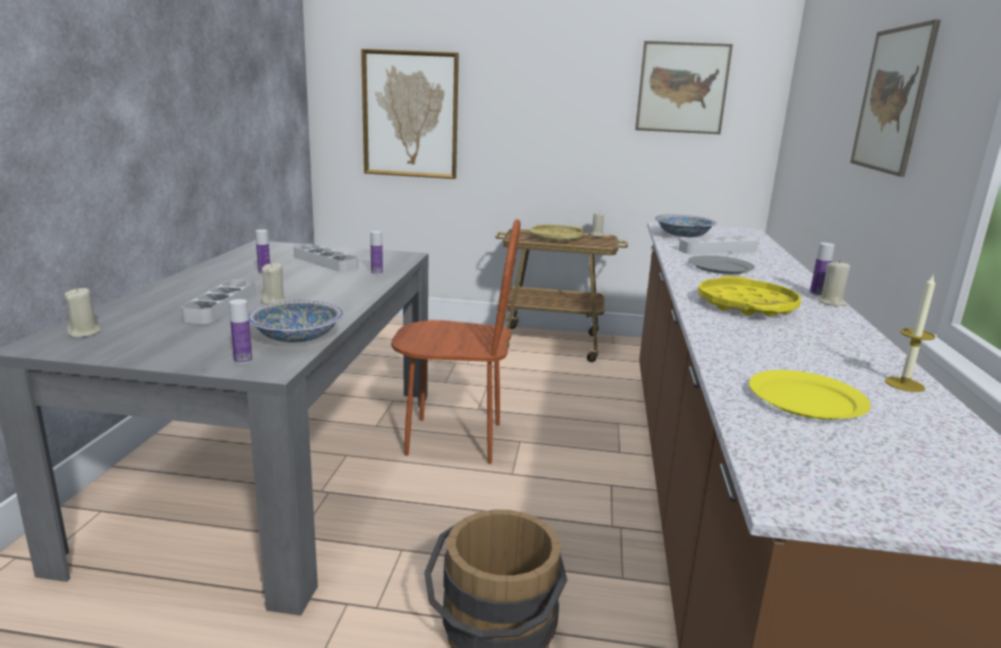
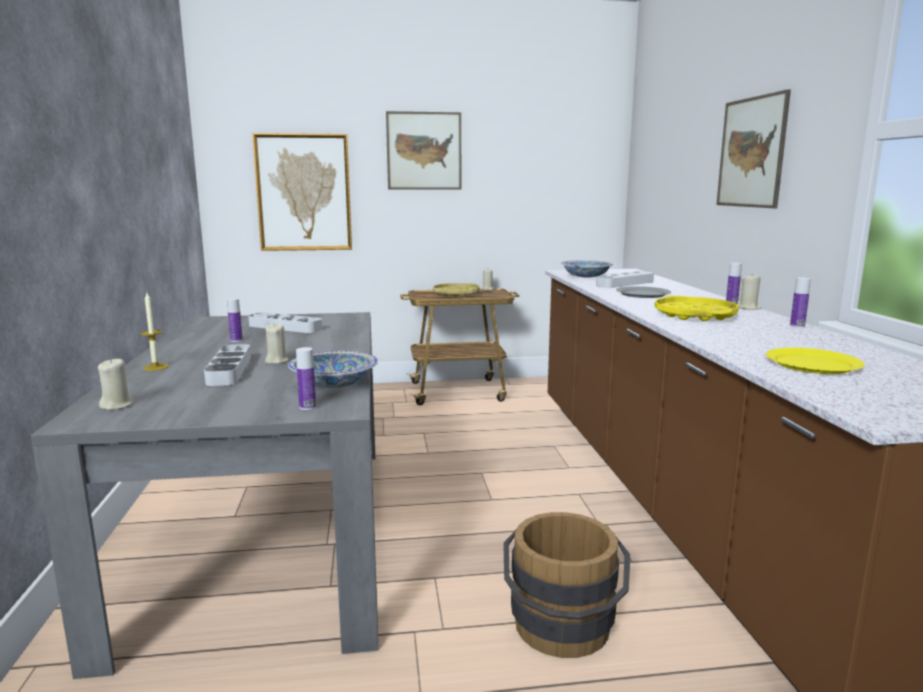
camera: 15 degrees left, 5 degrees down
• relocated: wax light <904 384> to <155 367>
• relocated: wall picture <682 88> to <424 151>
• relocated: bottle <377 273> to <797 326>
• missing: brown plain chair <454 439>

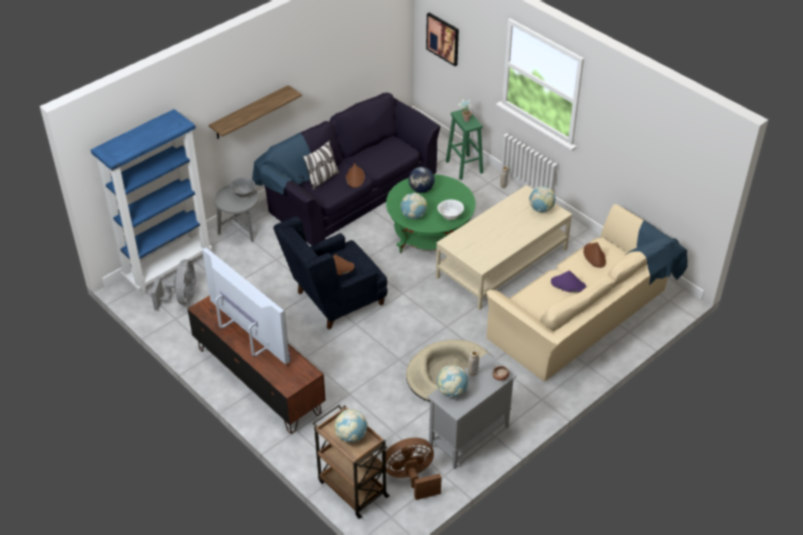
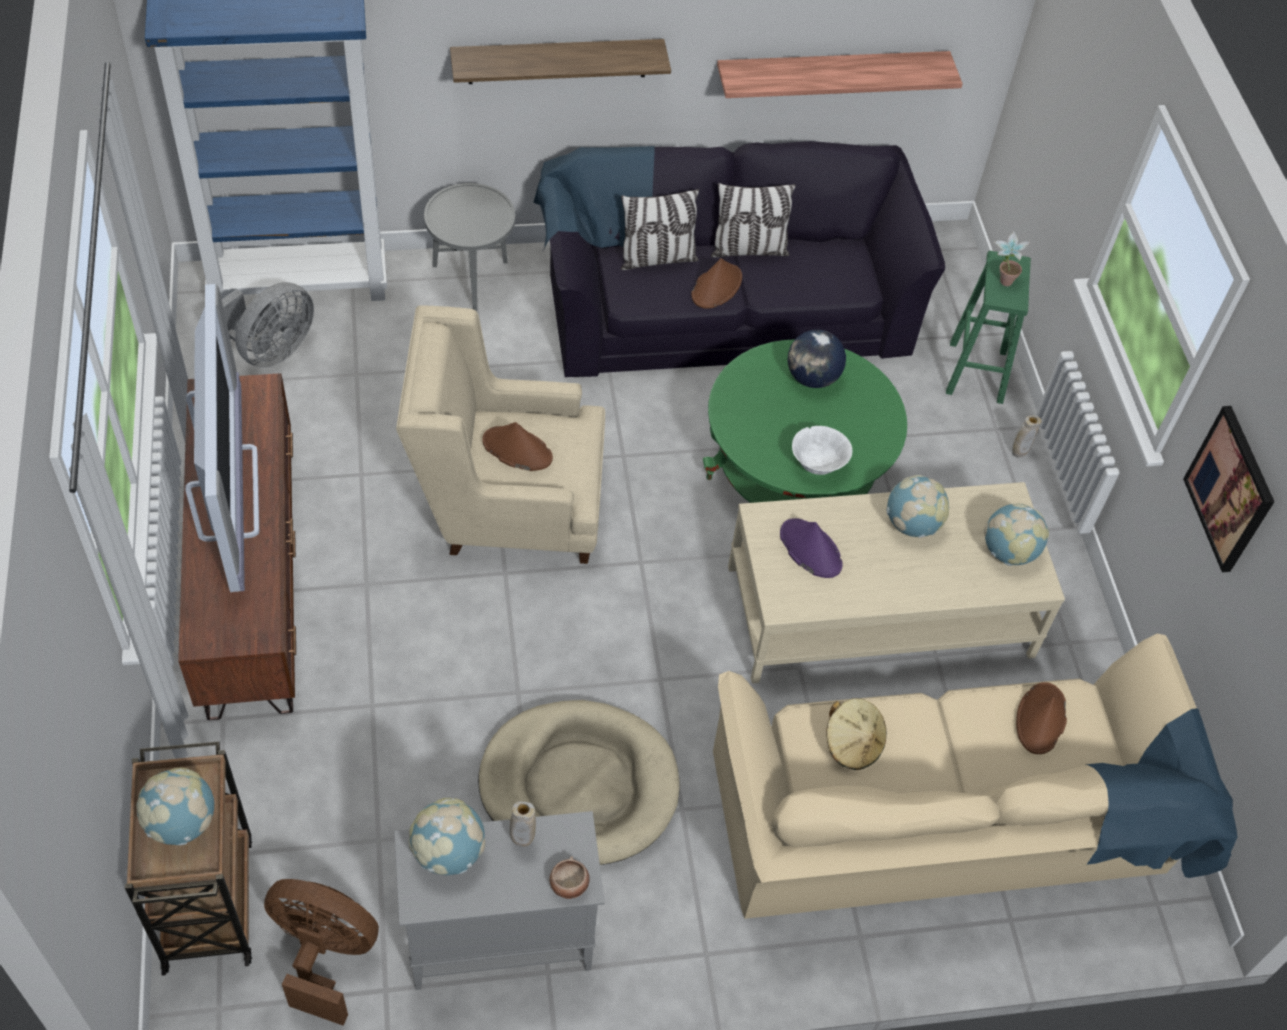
camera: 30 degrees right, 10 degrees up
• colour: blue-coloured easy chair <333 301> to beige easy chair <507 505>
• appeared: pillow <749 250>
• appeared: bracket shelf <831 73>
• relocated: purple-coloured clothing hat <568 284> to <810 549>
• appeared: beige clothing hat <852 744>
• relocated: desk globe <413 216> to <912 524>
• relocated: wall picture <443 38> to <1230 489>
• missing: greyish deep dish <243 194>

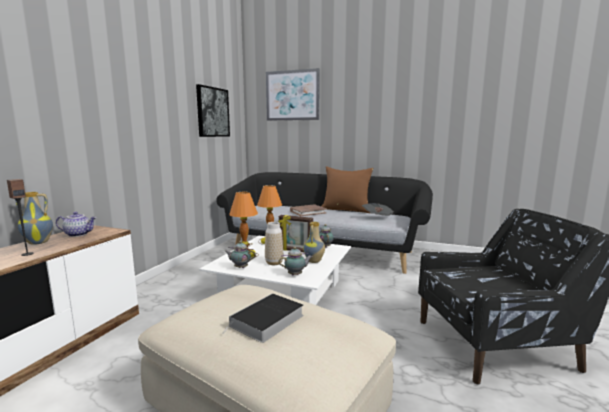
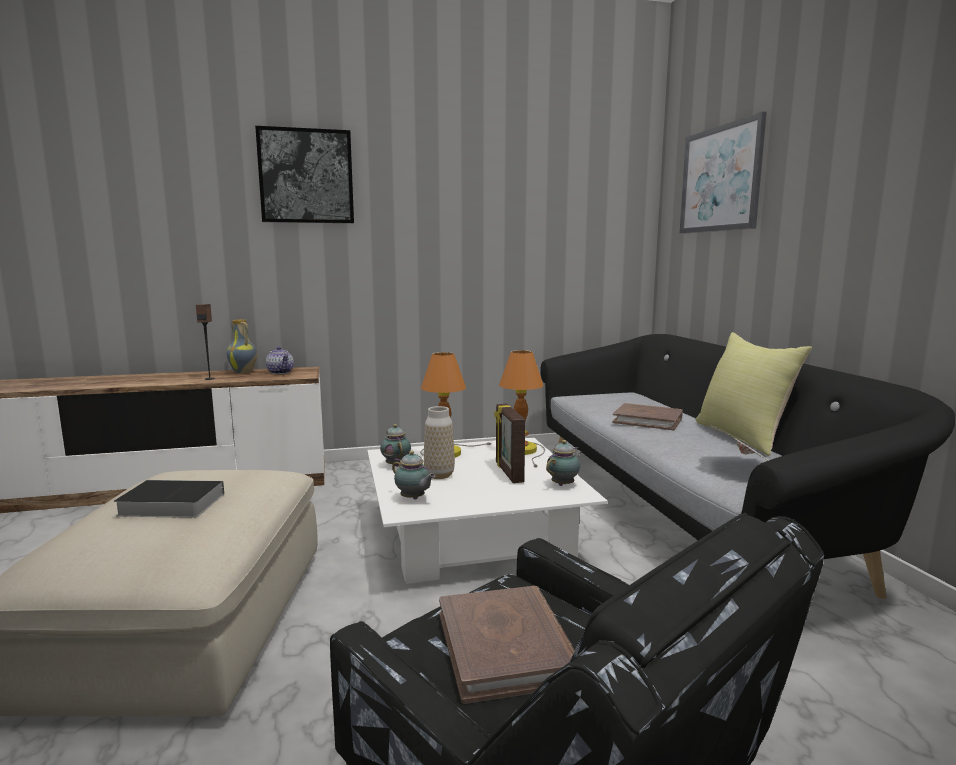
camera: 55 degrees right, 0 degrees up
• relocated: wall picture <212 112> to <306 176>
• appeared: brown bound book <506 647>
• colour: brown pillow <346 210> to yellow-coloured pillow <743 437>
• missing: vase <314 261>

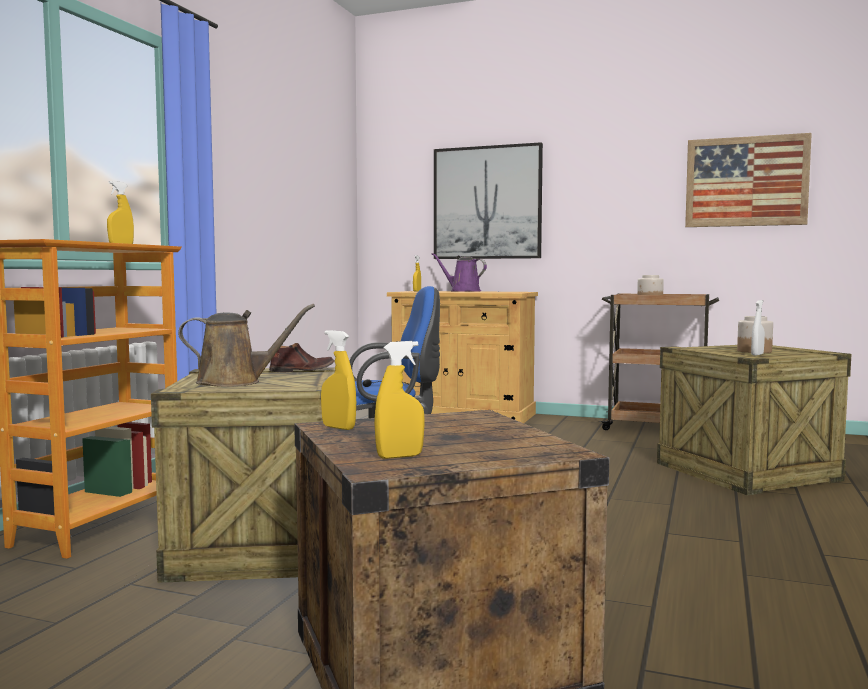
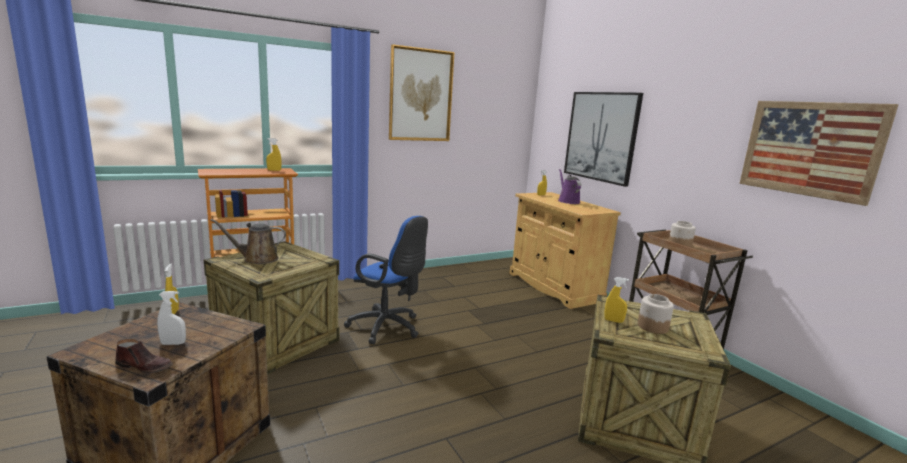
camera: 40 degrees right, 10 degrees up
• relocated: brown item of footwear <302 370> to <145 366>
• relocated: whitish spray bottle <757 354> to <173 343>
• spun: brown watering pot <235 382> = <257 259> 135 degrees clockwise
• appeared: wall picture <420 95>
• relocated: yellow-coloured spray bottle <399 456> to <613 321>

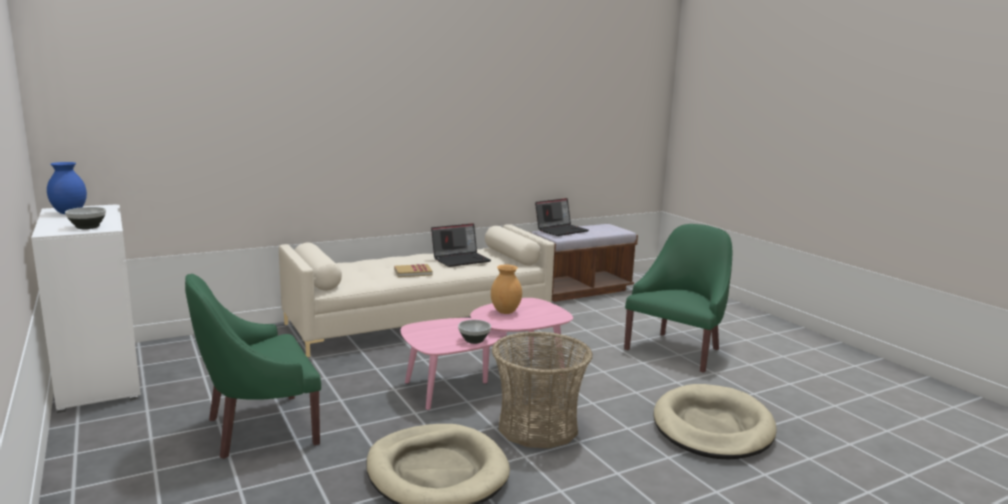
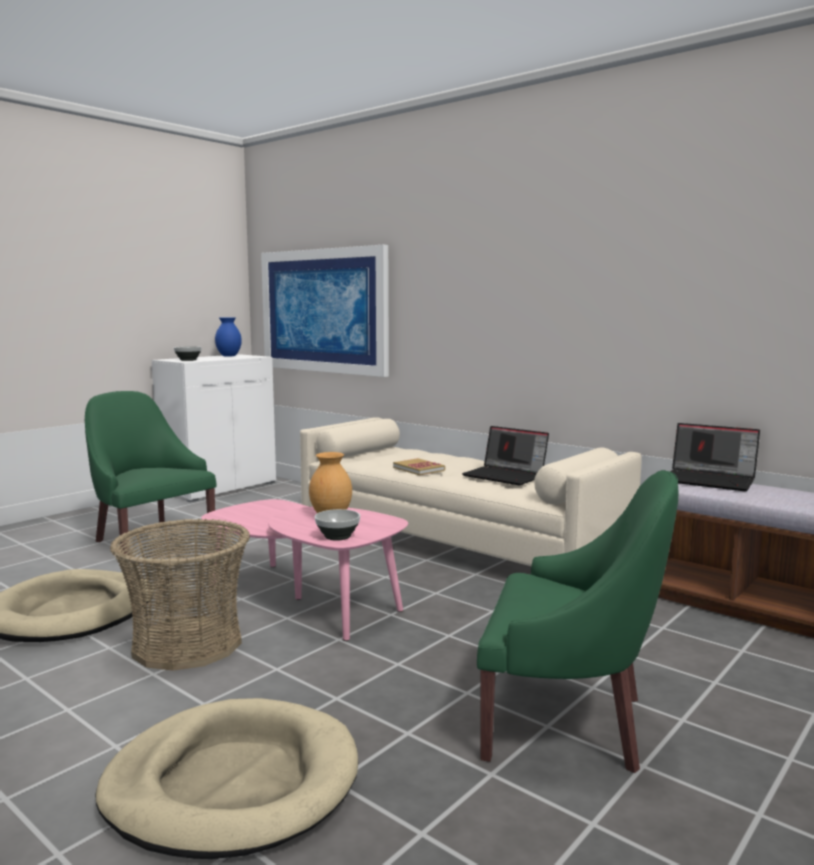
camera: 70 degrees right, 5 degrees down
• appeared: wall picture <323 311>
• relocated: deep dish <474 340> to <337 536>

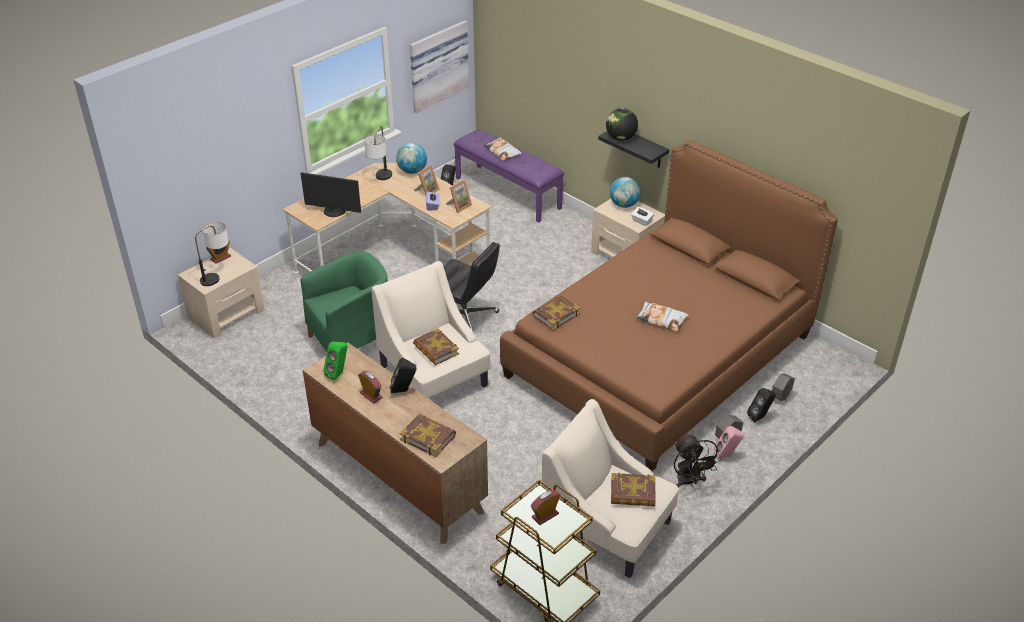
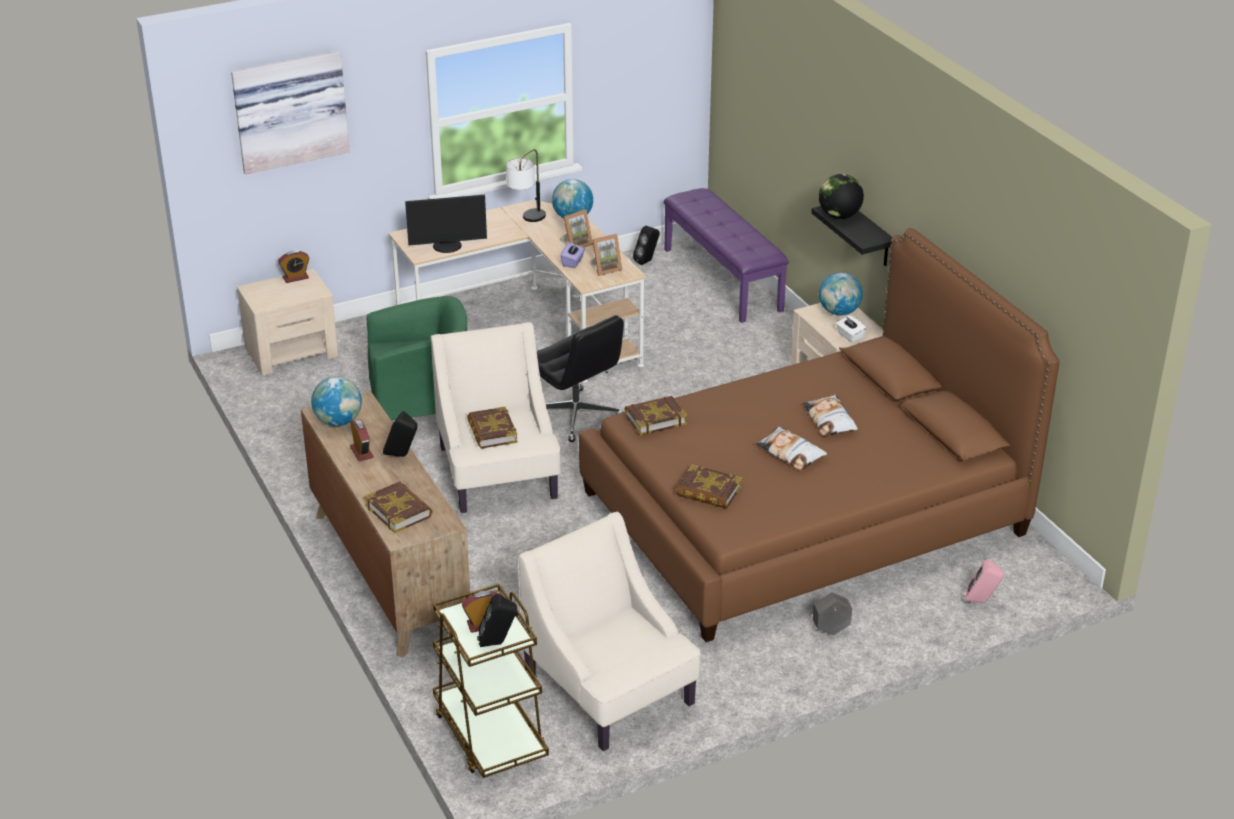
camera: 20 degrees right, 5 degrees down
• relocated: wall picture <437 65> to <289 110>
• exchanged: greenish speaker <338 374> to desk globe <338 421>
• spun: computer screen <334 211> = <447 246> 45 degrees counterclockwise
• relocated: black speaker <760 417> to <498 643>
• relocated: bound book <632 493> to <708 492>
• relocated: pillow <502 152> to <830 420>
• relocated: pink-coloured speaker <726 455> to <981 602>
• missing: tabletop lamp <217 275>
• missing: black cooling fan <689 482>
• missing: greyish flower pot <780 397>

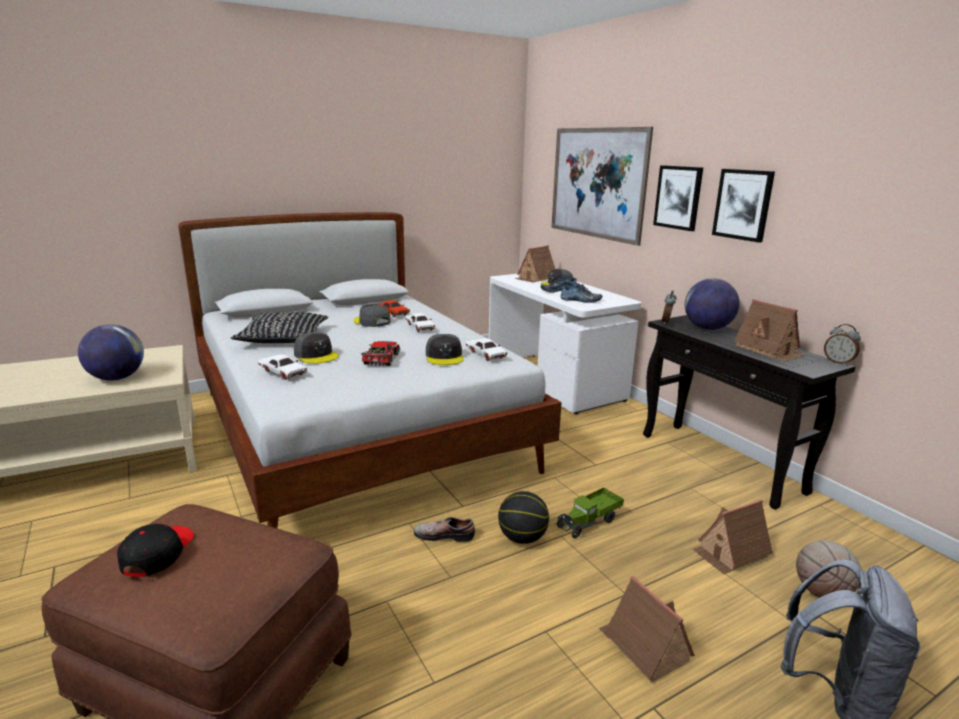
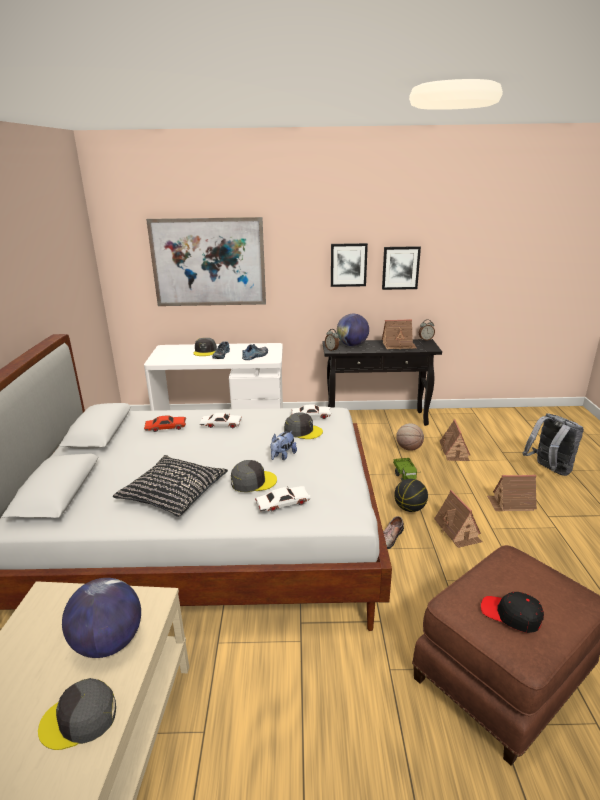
camera: 60 degrees left, 5 degrees up
• relocated: greyish baseball cap <371 321> to <79 719>
• exchanged: model car <380 359> to soft toy <282 456>
• relocated: wall picture <678 197> to <400 268>
• relocated: basketball <822 592> to <409 448>
• relocated: miniature house <535 278> to <458 531>

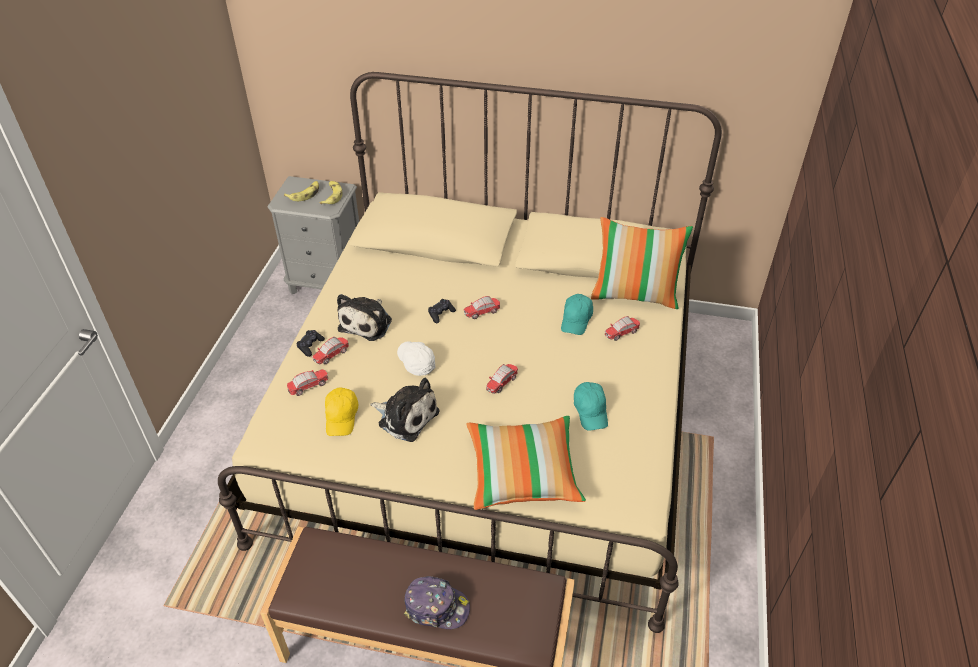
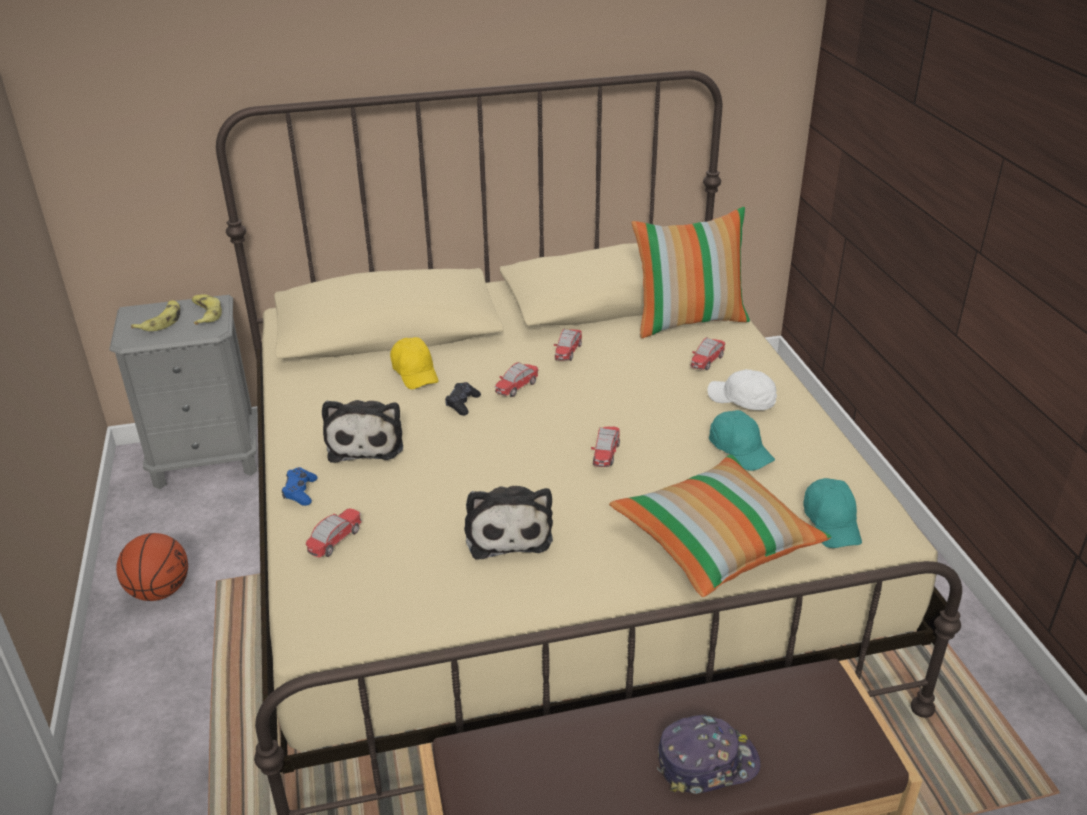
camera: 25 degrees left, 10 degrees down
• appeared: basketball <159 591>
• colour: black joypad <310 346> to blue-coloured joypad <300 492>
• relocated: yellow-coloured baseball cap <342 417> to <415 373>
• spun: soft toy <406 416> = <507 531> 75 degrees clockwise
• relocated: model car <332 355> to <568 352>
• relocated: whitish baseball cap <416 362> to <742 400>
• relocated: blue-green baseball cap <576 320> to <832 523>

